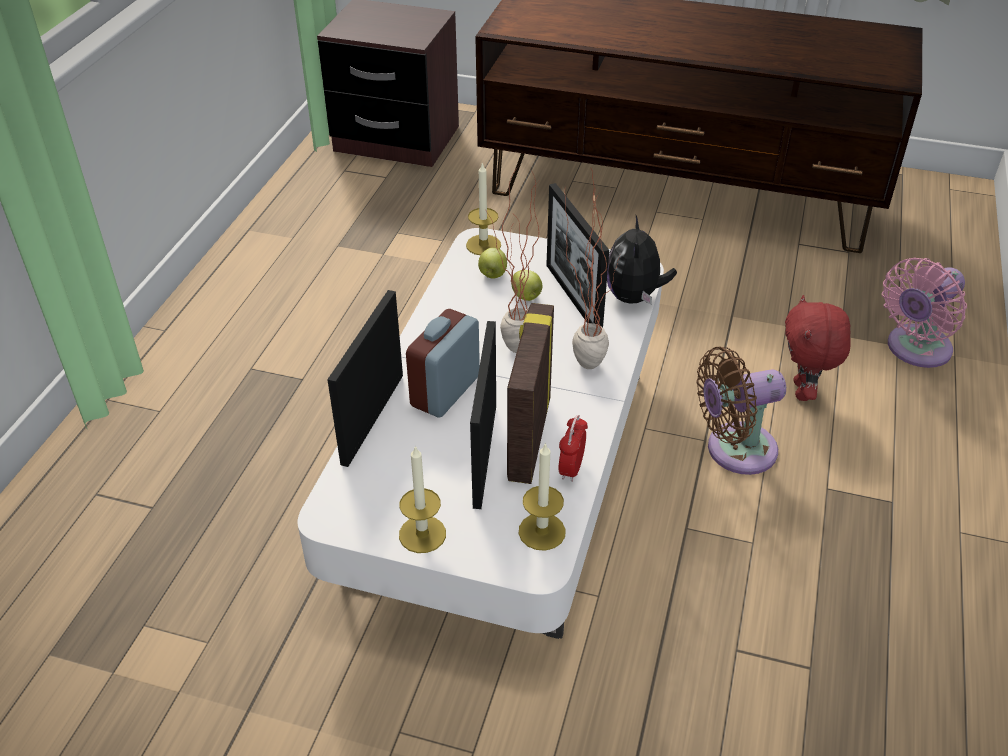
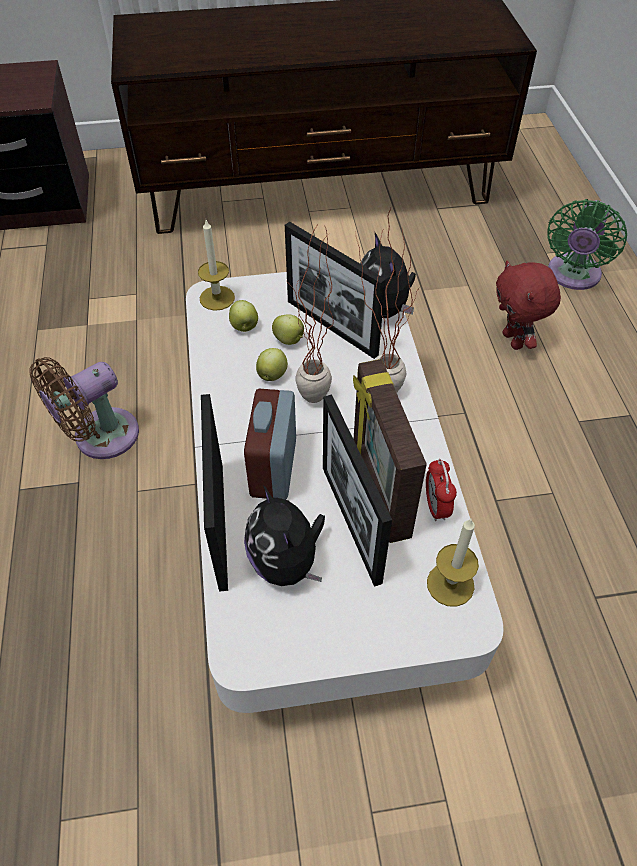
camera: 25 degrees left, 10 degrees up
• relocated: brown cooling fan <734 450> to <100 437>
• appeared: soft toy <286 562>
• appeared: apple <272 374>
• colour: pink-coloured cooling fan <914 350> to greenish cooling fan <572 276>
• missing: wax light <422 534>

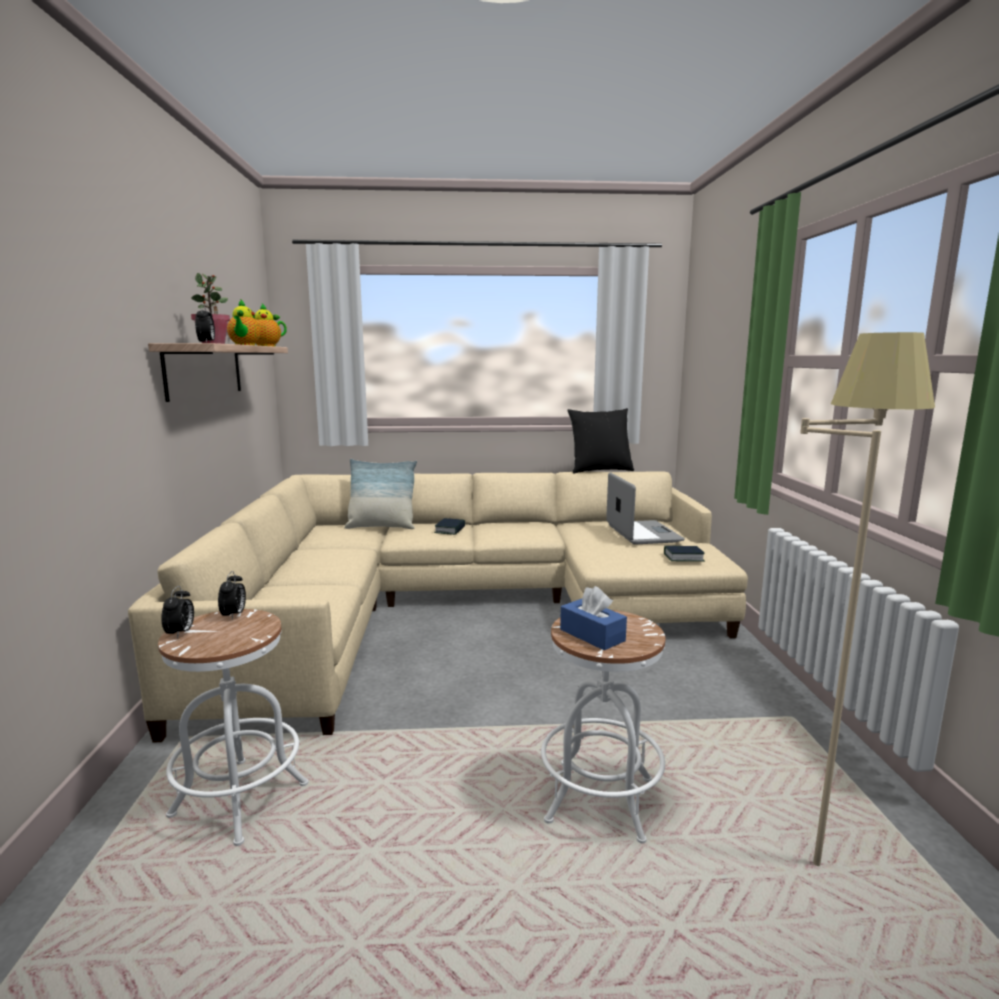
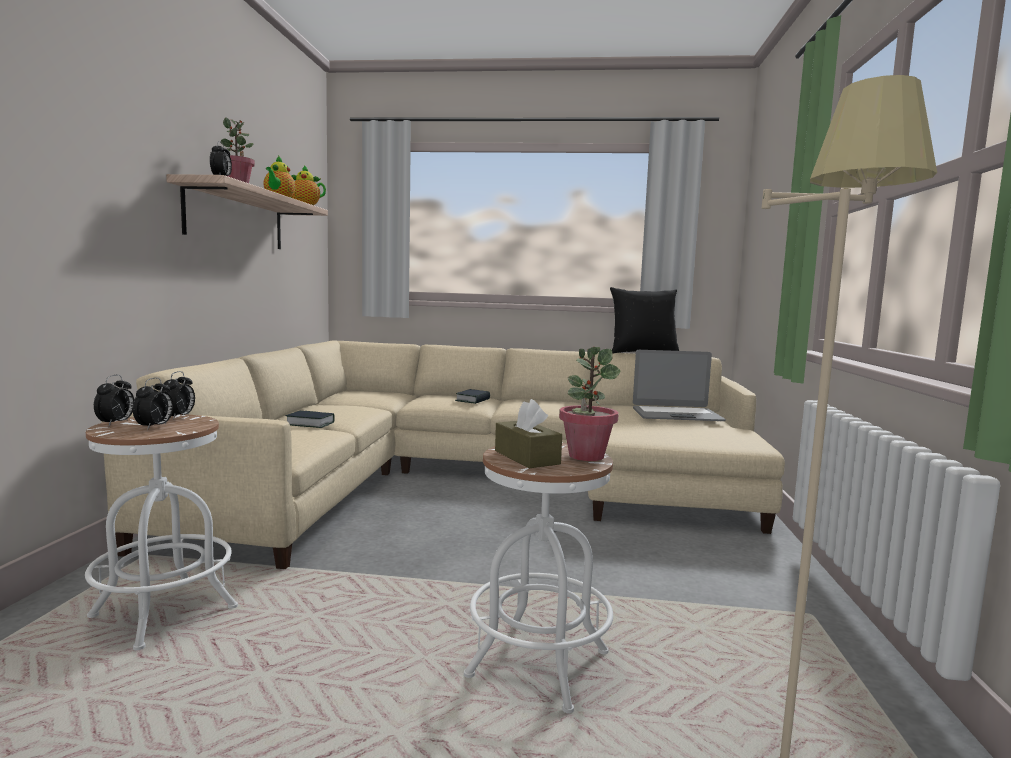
camera: 10 degrees right, 5 degrees down
• appeared: alarm clock <155 427>
• relocated: bound book <683 557> to <310 424>
• colour: blue-coloured box of tissues <592 635> to brown box of tissues <526 457>
• appeared: houseplant <586 456>
• spun: notebook computer <642 533> = <676 415> 90 degrees clockwise
• missing: pillow <381 527>

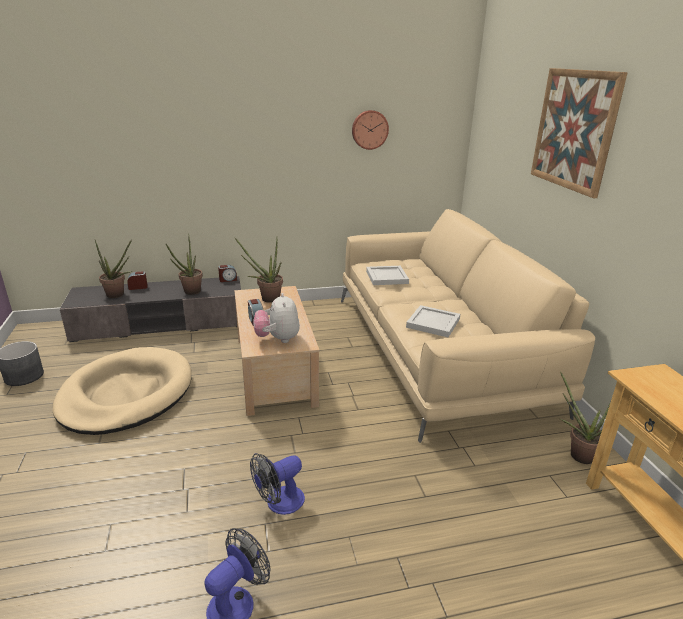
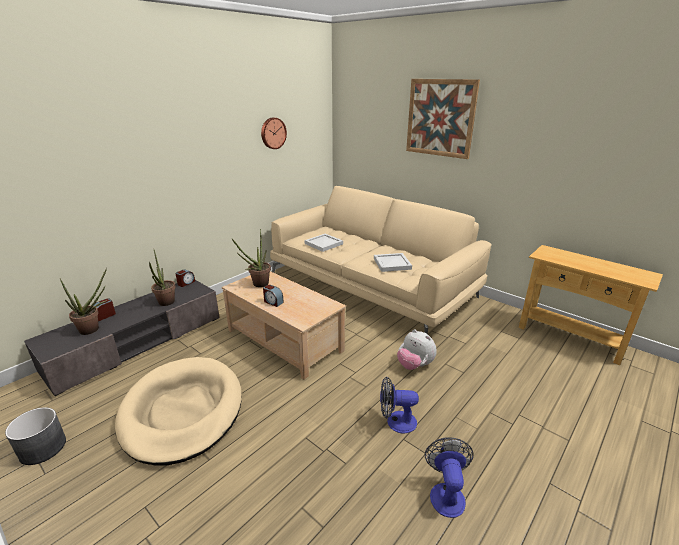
camera: 35 degrees left, 0 degrees up
• spun: cooling fan <279 503> = <396 422> 75 degrees clockwise
• relocated: soft toy <278 339> to <414 365>
• missing: houseplant <576 453>

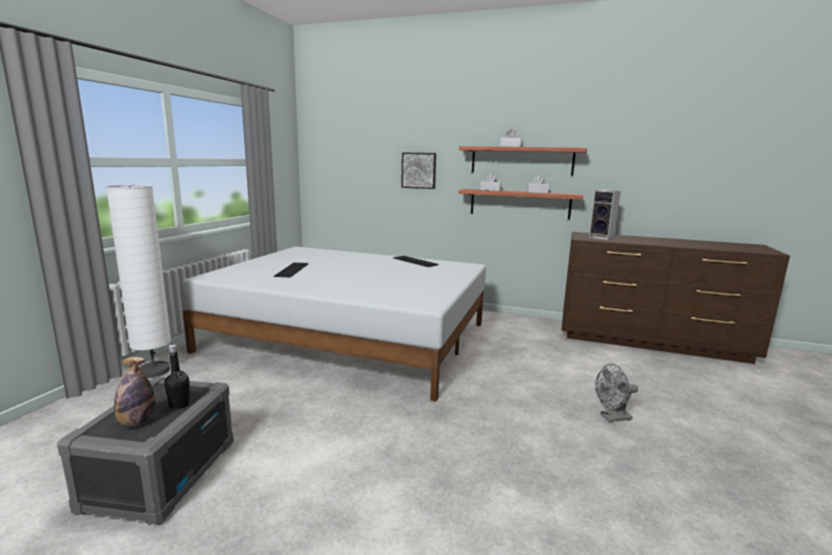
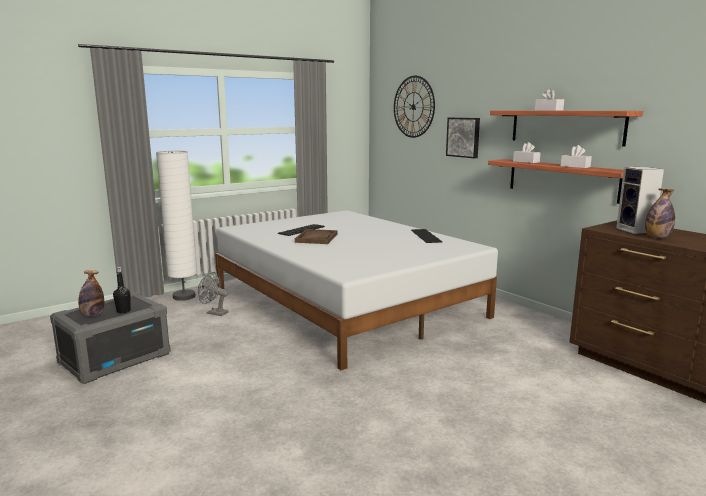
camera: 35 degrees right, 0 degrees up
• relocated: greyish cooling fan <612 418> to <214 313>
• appeared: brown carrying tray <316 238>
• appeared: clock on the wall <413 107>
• appeared: bottle <657 237>

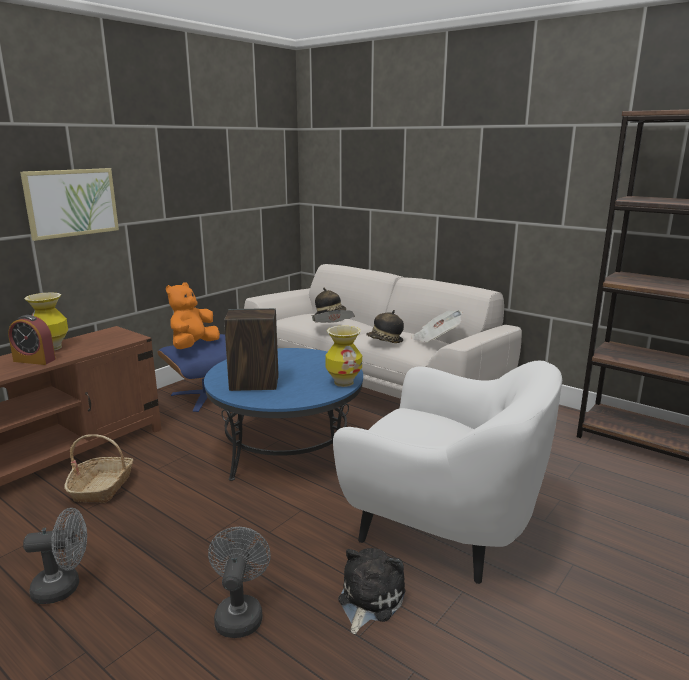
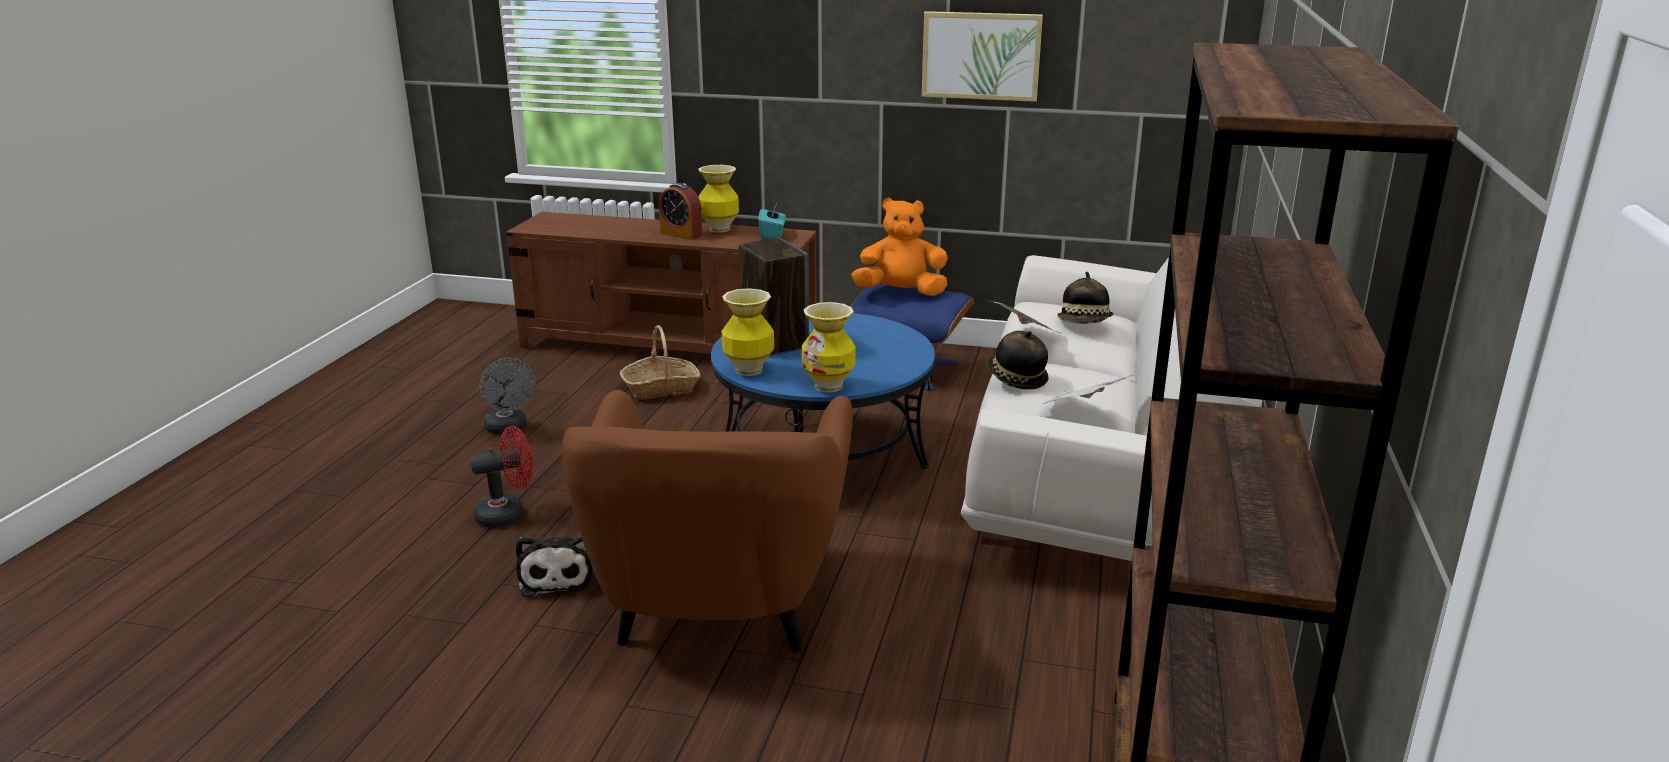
camera: 65 degrees right, 5 degrees up
• colour: greyish cooling fan <240 613> to reddish cooling fan <508 514>
• spun: soft toy <369 599> = <557 577> 75 degrees clockwise
• colour: whitish easy chair <444 527> to brown easy chair <720 601>
• spun: alarm clock <34 360> = <681 234> 45 degrees counterclockwise
• appeared: vase <748 370>
• appeared: blue-green box of tissues <772 235>
• relocated: wall picture <71 202> to <981 56>

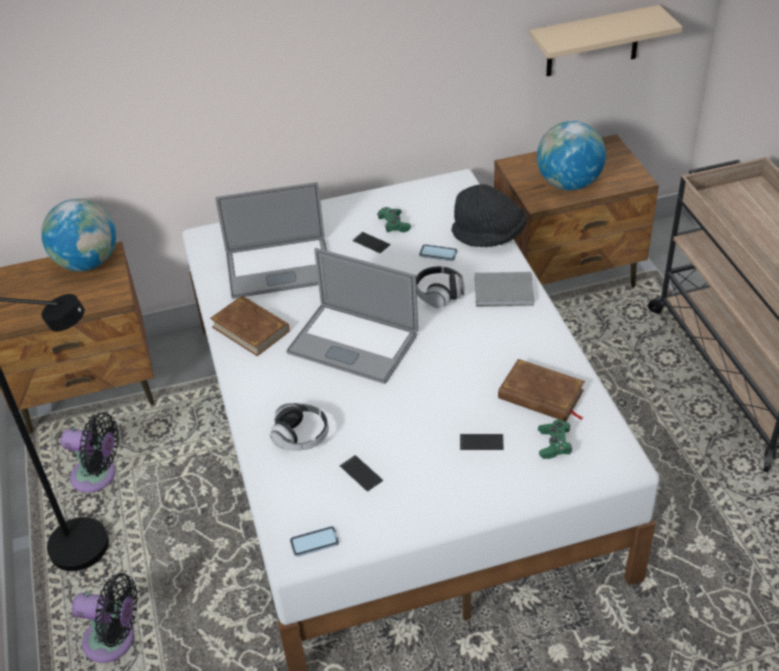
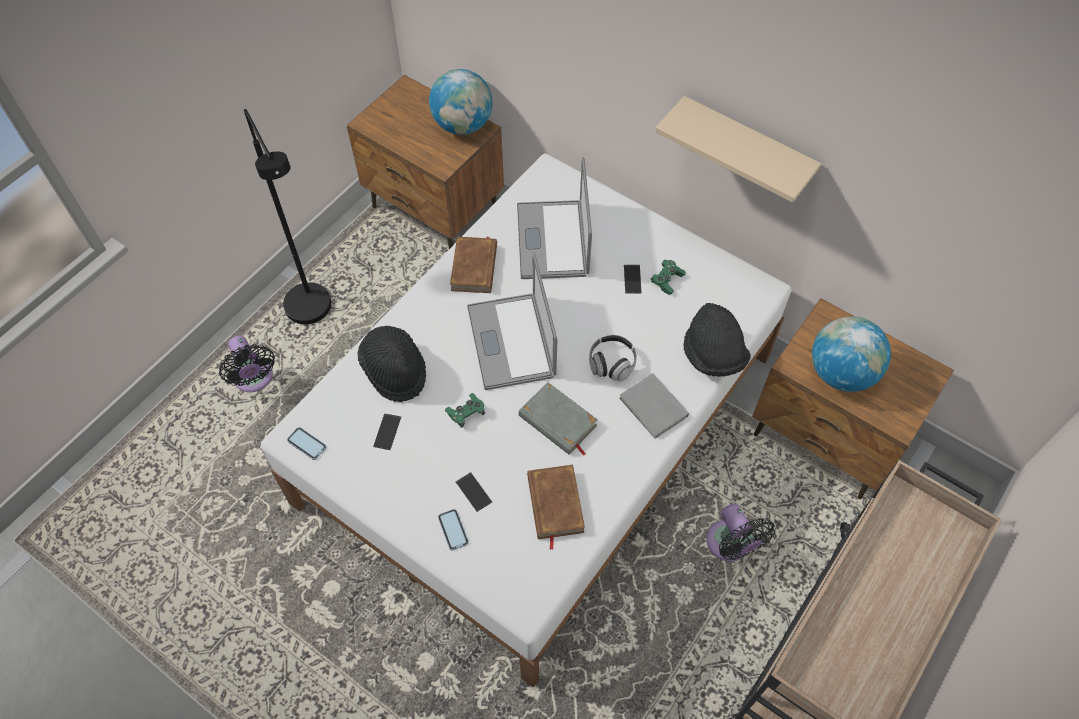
camera: 50 degrees right, 15 degrees up
• exchanged: headphones <301 436> to black clothing hat <395 371>
• relocated: handset <438 254> to <453 530>
• relocated: greenish joypad <554 445> to <466 413>
• spun: notebook computer <279 268> = <552 240> 45 degrees clockwise
• appeared: greyish bound book <557 421>
• relocated: beige bracket shelf <593 42> to <745 150>
• relocated: black cooling fan <98 476> to <730 546>

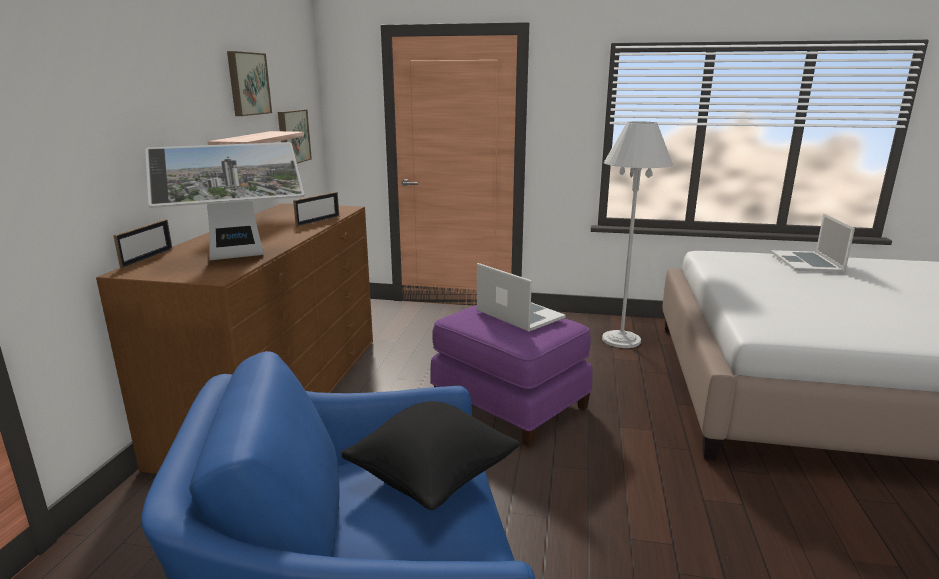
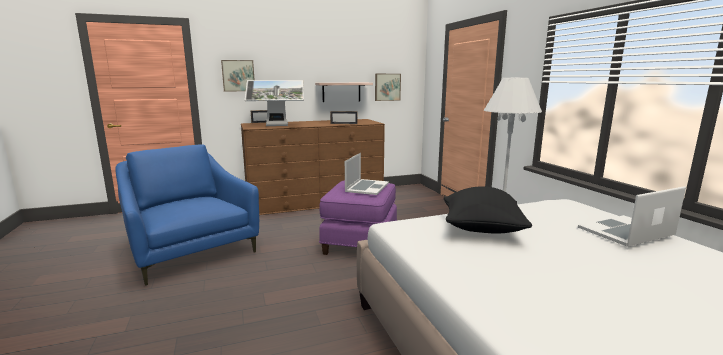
camera: 60 degrees right, 5 degrees down
• relocated: wall picture <247 84> to <238 75>
• spun: computer screen <237 257> = <277 126> 45 degrees counterclockwise
• relocated: black pillow <432 479> to <481 230>

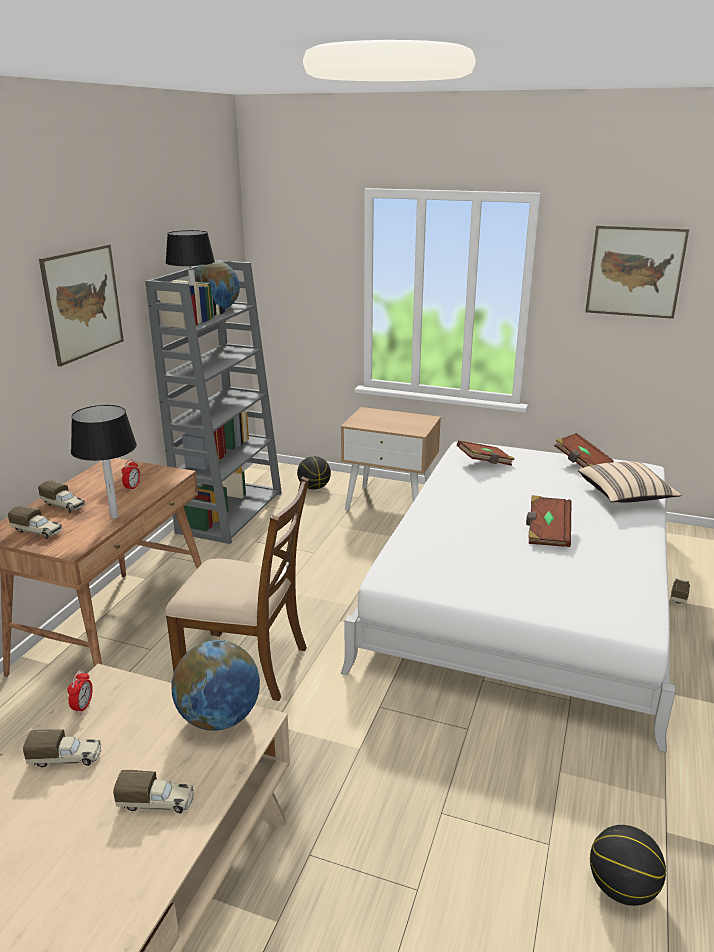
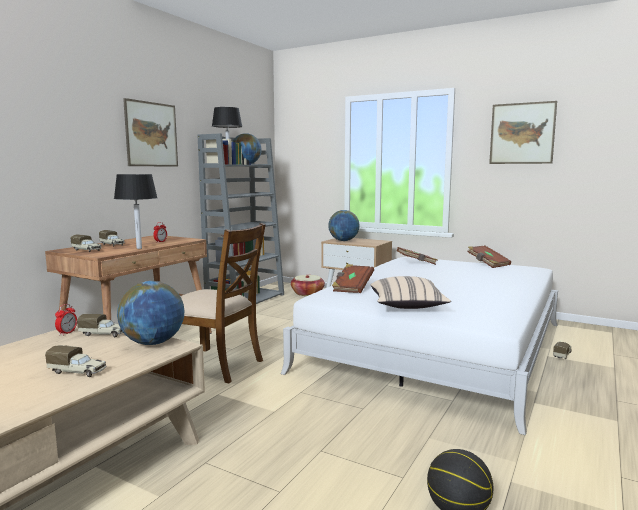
camera: 10 degrees right, 15 degrees down
• relocated: model truck <66 758> to <104 334>
• exchanged: basketball <314 487> to storage basket <307 293>
• appeared: desk globe <343 241>
• relocated: brown bound book <547 532> to <352 288>
• relocated: beige pillow <625 496> to <407 306>

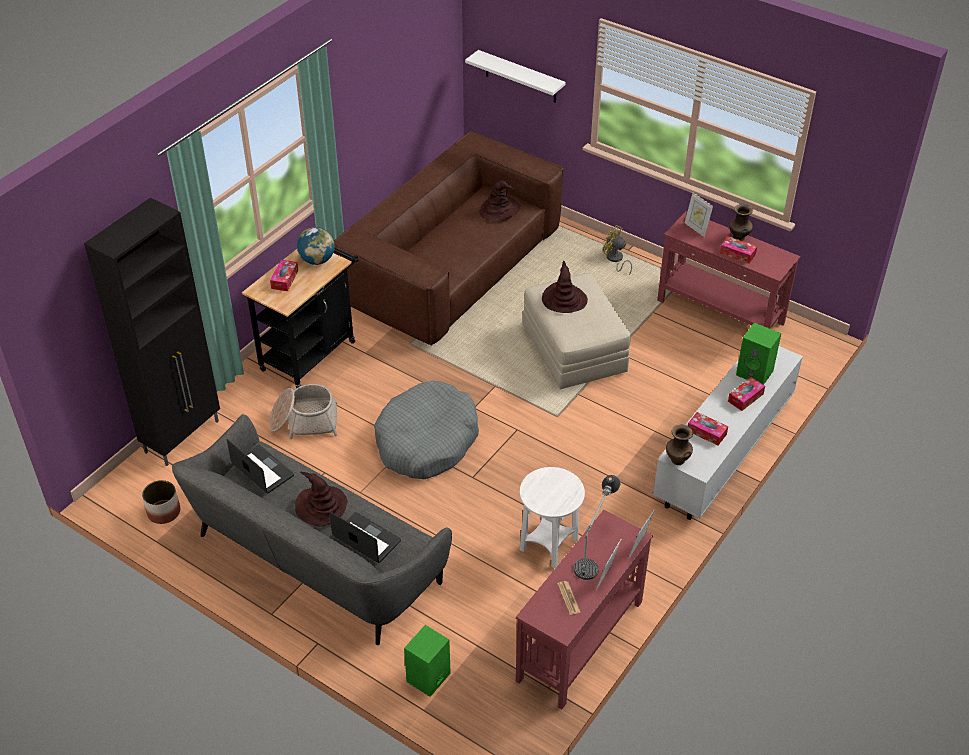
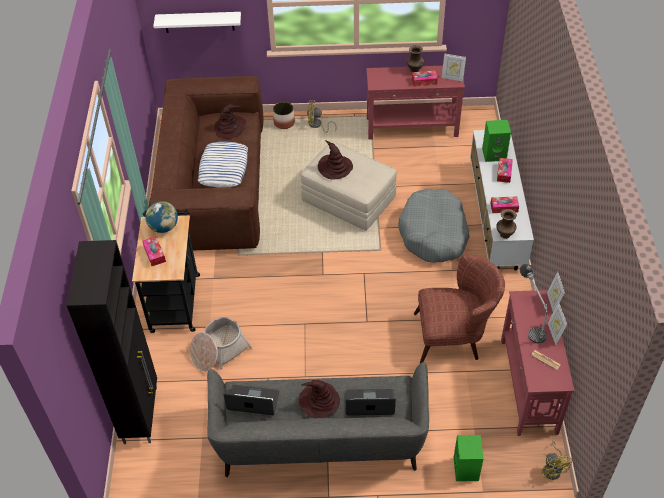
camera: 35 degrees left, 5 degrees up
• appeared: pillow <224 168>
• relocated: flower pot <163 512> to <284 123>
• relocated: greyish dog cushion <426 441> to <434 233>
• exchanged: whitish accent table <549 545> to brown easy chair <454 336>
• relocated: picture frame <696 228> to <452 78>
• appeared: yellow-coloured cooling fan <553 468>

